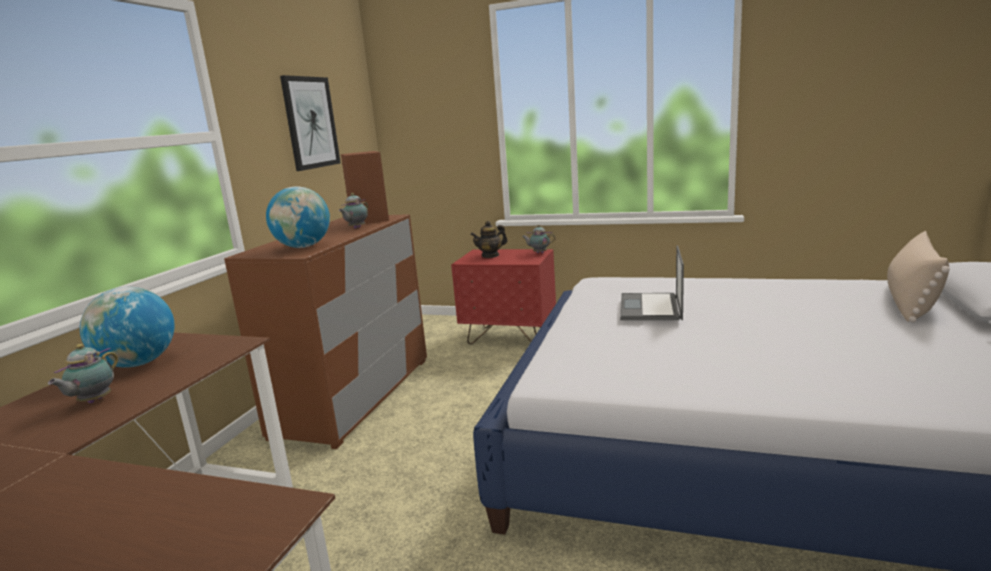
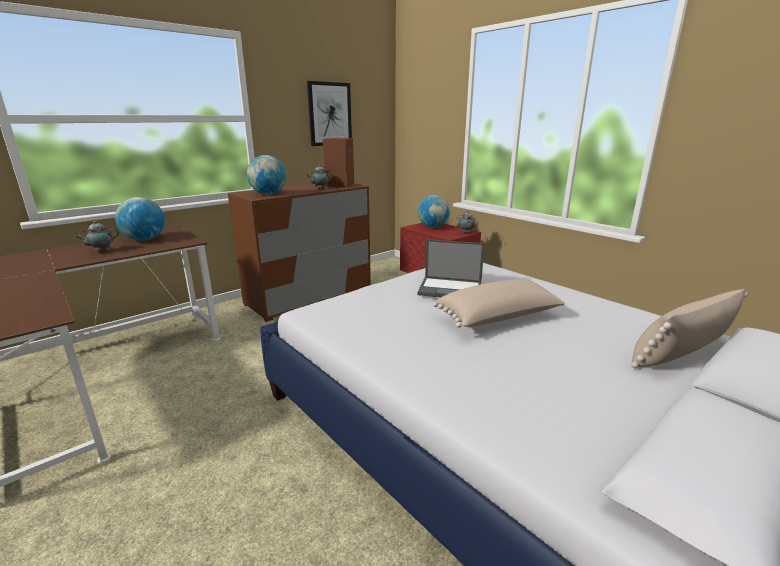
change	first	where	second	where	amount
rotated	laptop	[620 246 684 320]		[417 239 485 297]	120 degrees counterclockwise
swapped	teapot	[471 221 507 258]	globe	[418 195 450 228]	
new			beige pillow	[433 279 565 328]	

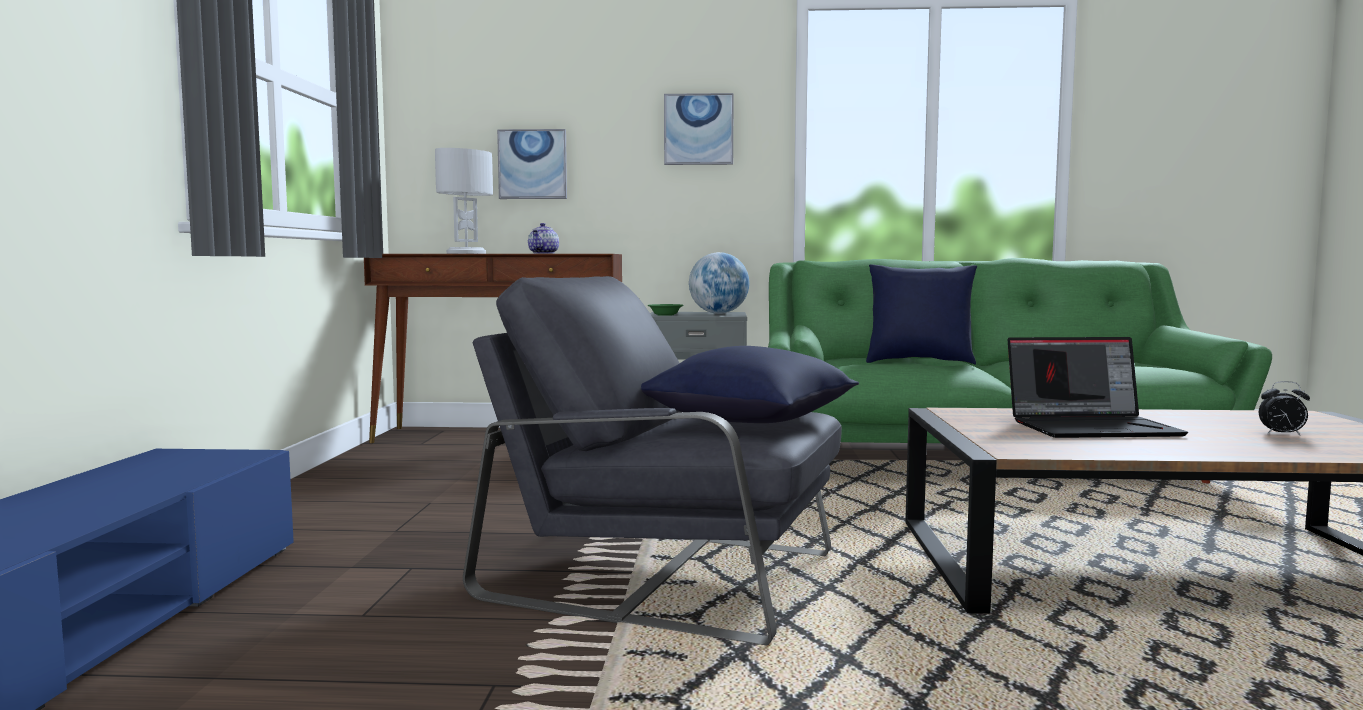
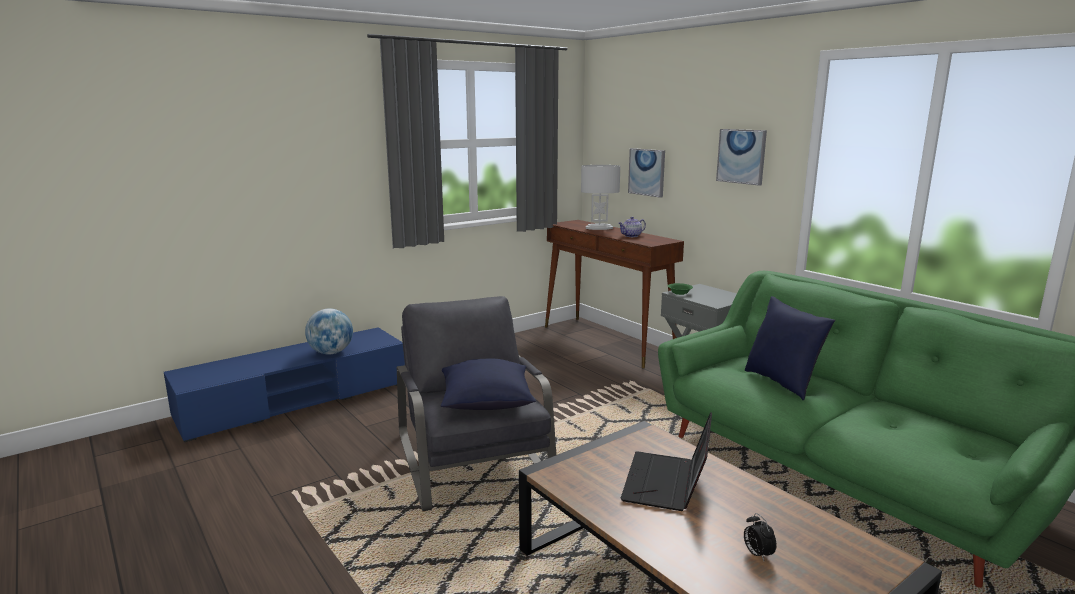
change	first	where	second	where	amount
shifted	globe	[689 252 749 314]		[305 308 353 354]	
rotated	laptop	[1008 337 1188 438]		[621 412 712 511]	60 degrees clockwise

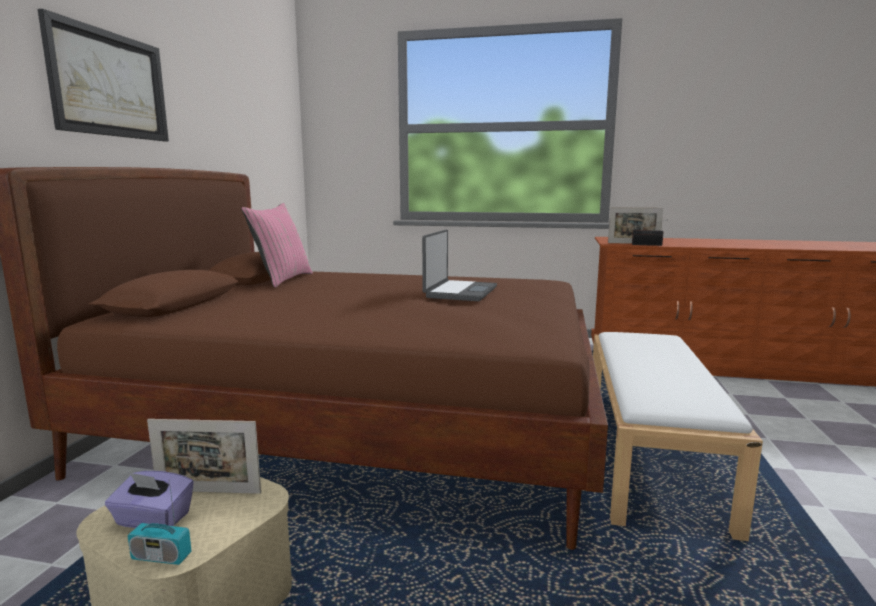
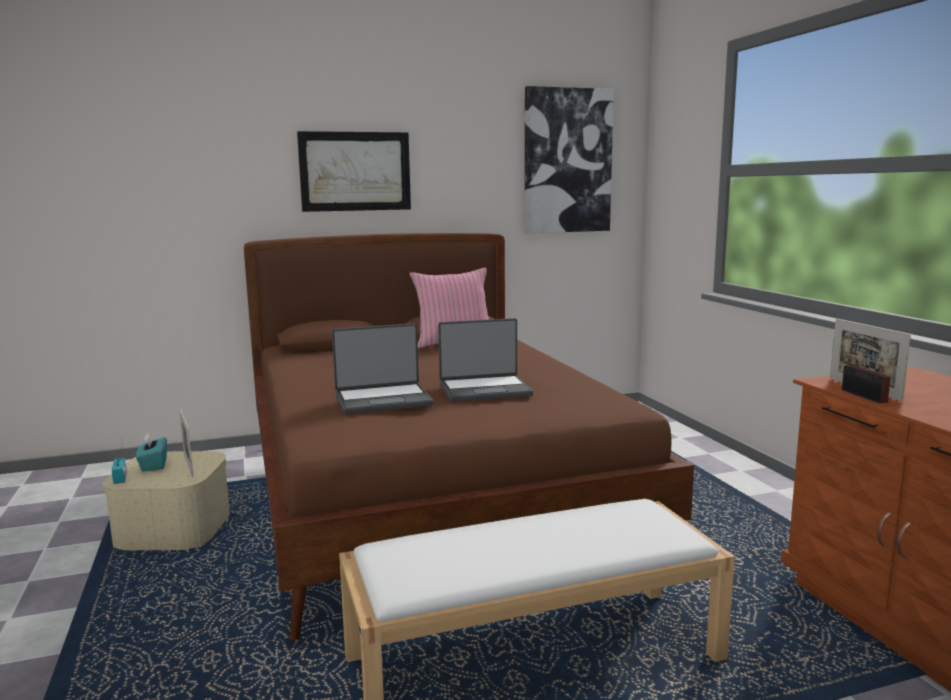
change	first	where	second	where	amount
repainted	purple tissue box	[105 471 194 528]	turquoise tissue box	[136 433 167 471]	
new			laptop	[332 323 433 414]	
new			picture	[525 86 614 233]	

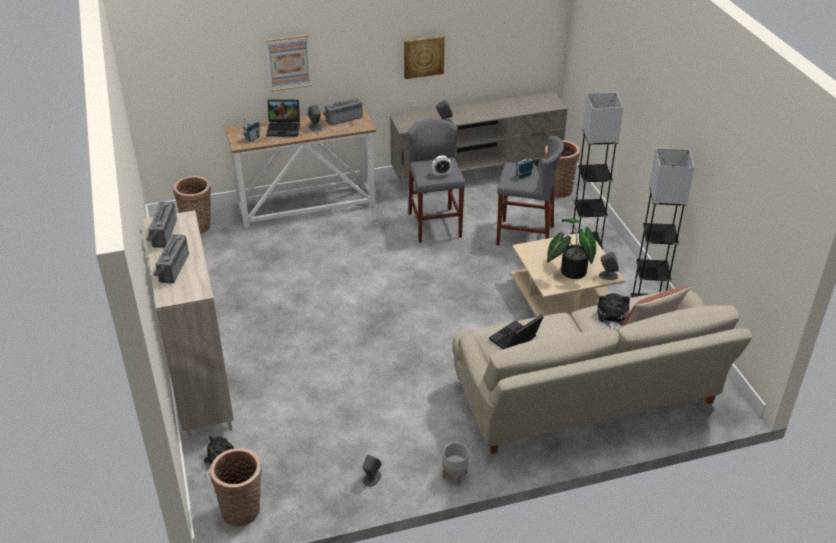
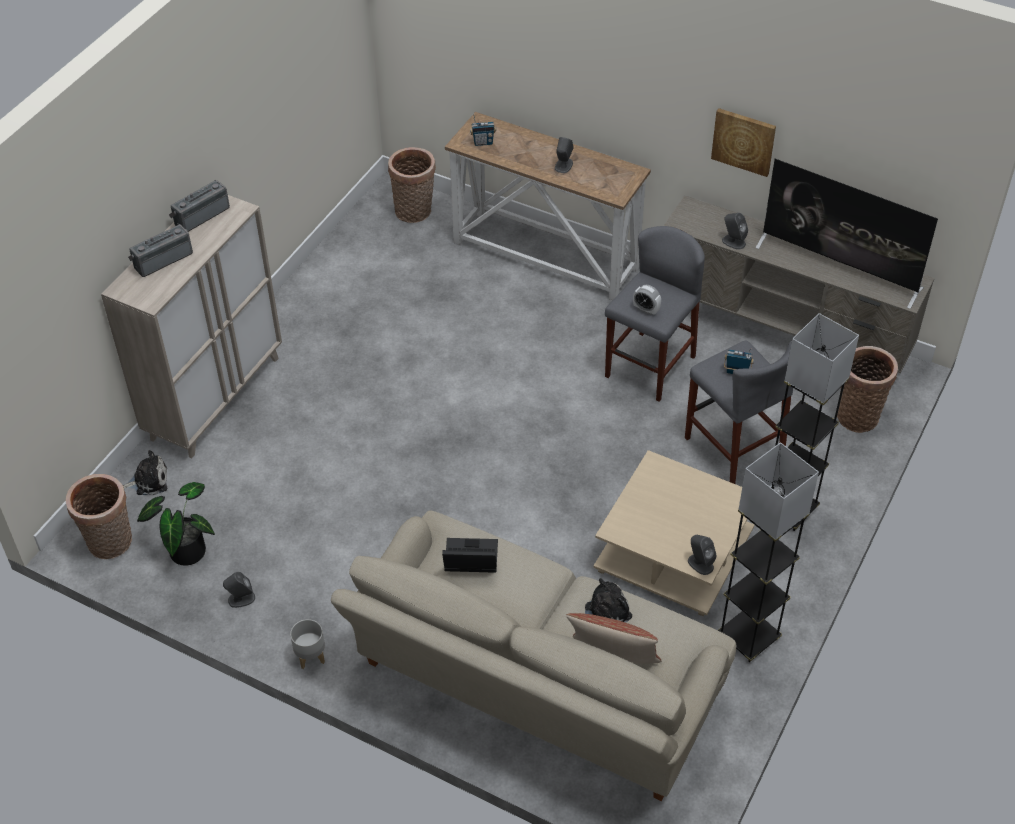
change	first	where	second	where	amount
shifted	potted plant	[547 218 596 279]		[137 482 215 566]	
new			television	[756 159 938 309]	
gone	picture	[266 34 312 92]			
gone	laptop	[266 99 300 137]			
gone	radio	[323 98 363 125]			

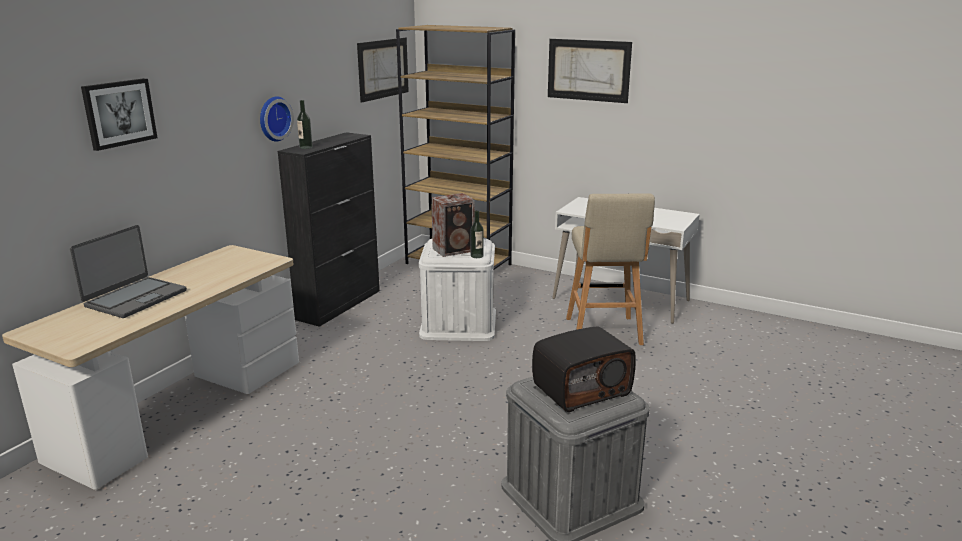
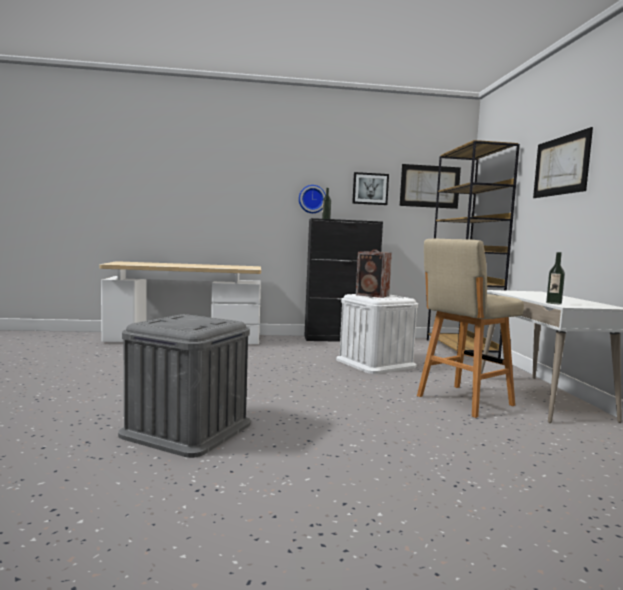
change	first	where	second	where	amount
shifted	picture	[81 78 157 151]		[352 172 389 205]	
shifted	bottle	[470 210 484 258]		[546 252 565 304]	
gone	laptop	[70 225 187 318]			
gone	radio	[532 327 636 412]			

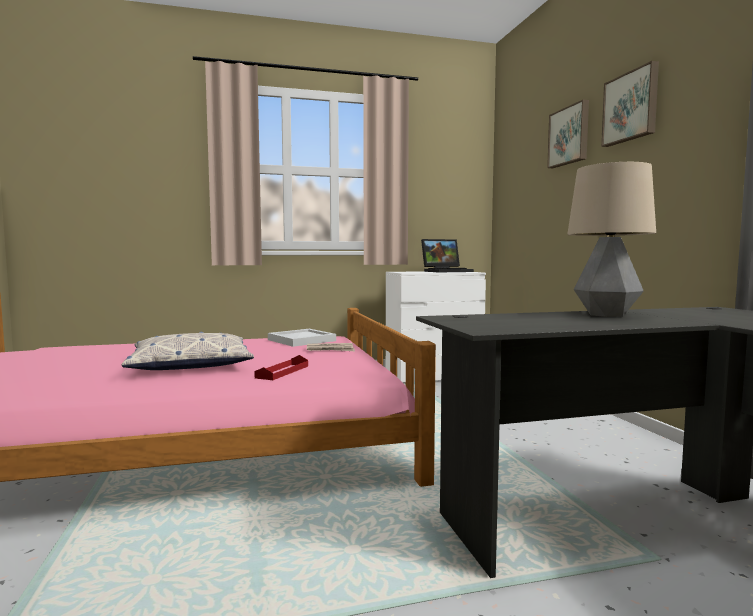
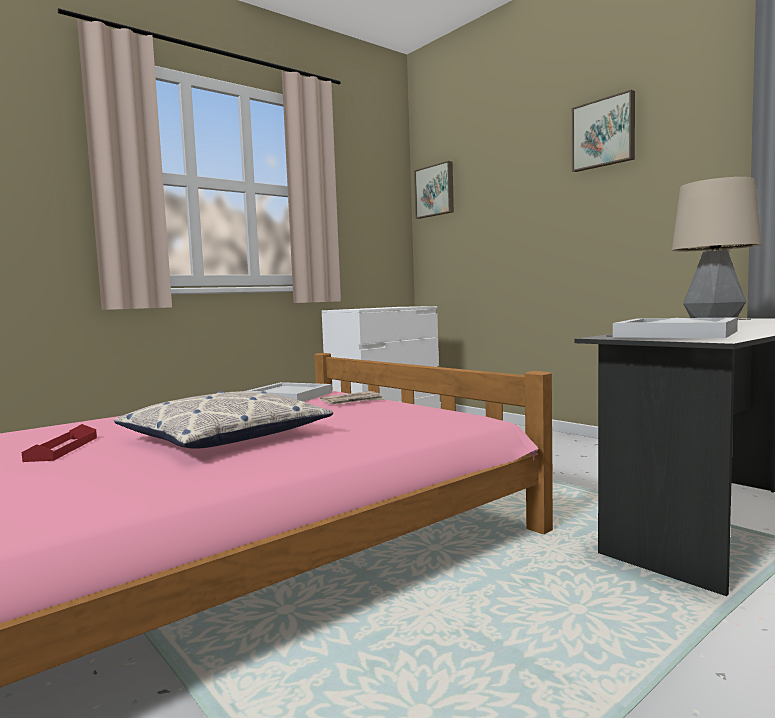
change	first	where	second	where	amount
shifted	red tray	[254 355 308 380]		[22 424 97 462]	
shifted	picture	[547 100 589 168]		[414 161 454 219]	
new			white tray	[613 317 738 338]	
gone	laptop	[421 239 474 272]			

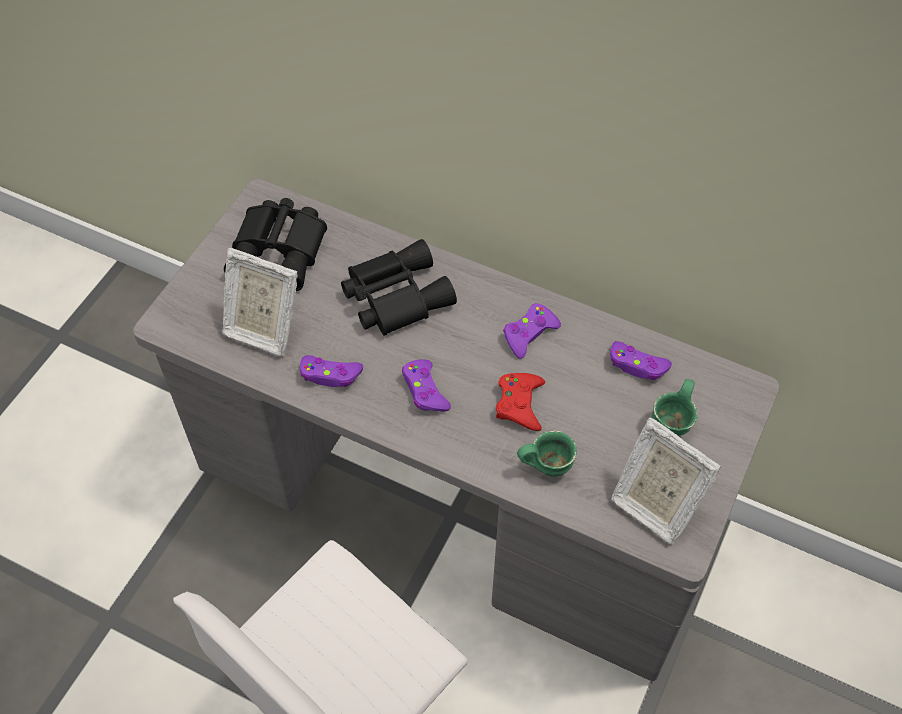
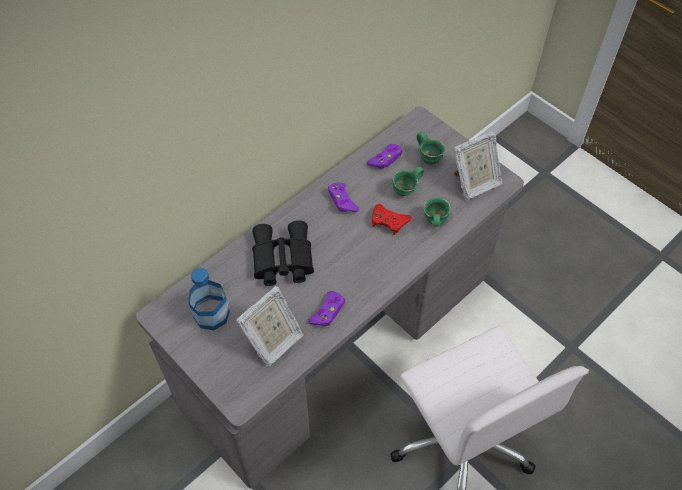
change	first	where	second	where	amount
swapped	black binoculars	[224 198 327 291]	bottle	[188 268 230 330]	
new			green mug	[392 166 424 196]	
gone	purple game controller	[402 359 451 412]			

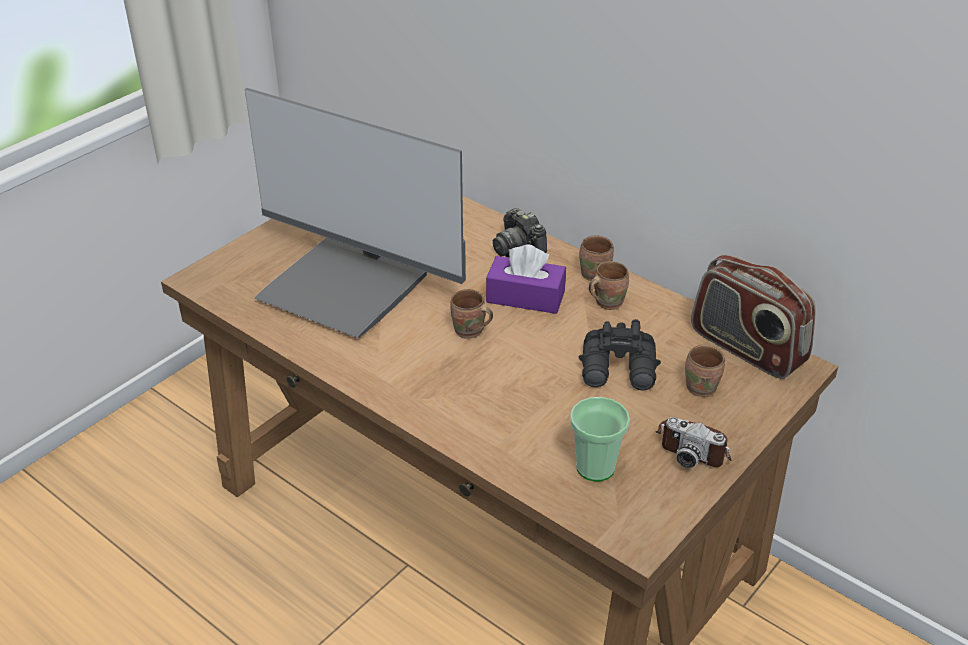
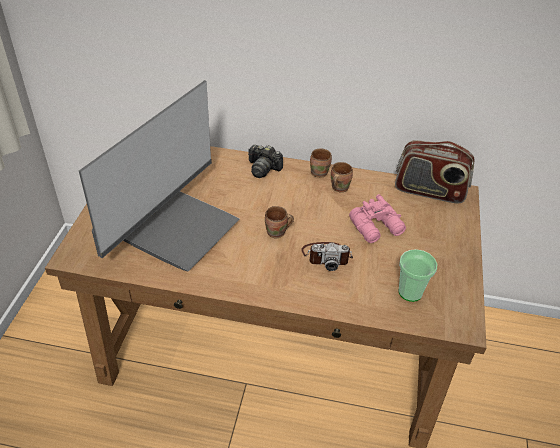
change	first	where	second	where	amount
rotated	monitor	[245 88 466 338]		[79 80 240 272]	60 degrees counterclockwise
shifted	photo camera	[655 417 731 468]		[302 242 353 271]	
repainted	black binoculars	[579 319 661 390]	pink binoculars	[349 194 406 243]	
gone	purple tissue box	[486 244 566 314]			
gone	brown mug	[685 345 725 397]			

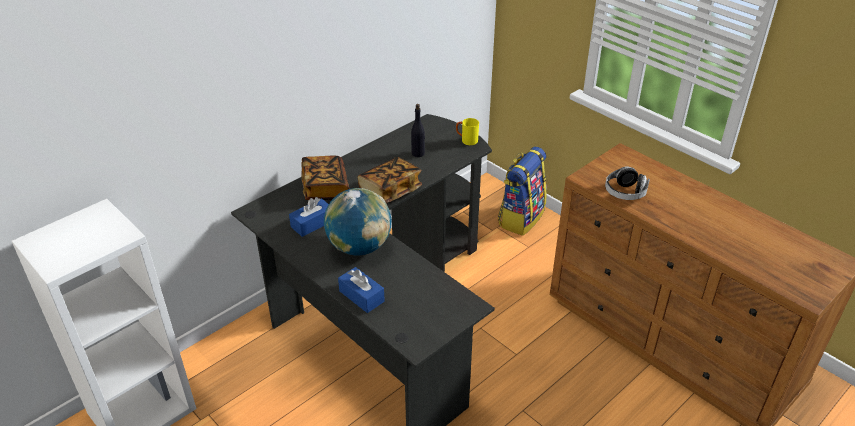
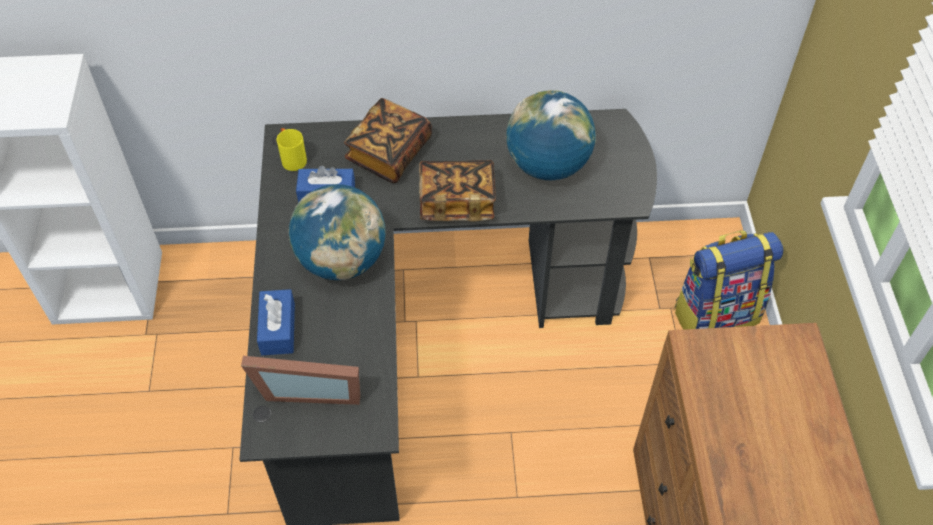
change	first	where	second	where	amount
new			picture frame	[241 356 361 405]	
shifted	yellow mug	[456 118 479 145]		[277 128 307 171]	
swapped	black bottle	[411 104 425 157]	globe	[506 90 596 180]	
gone	headphones	[605 166 650 200]			

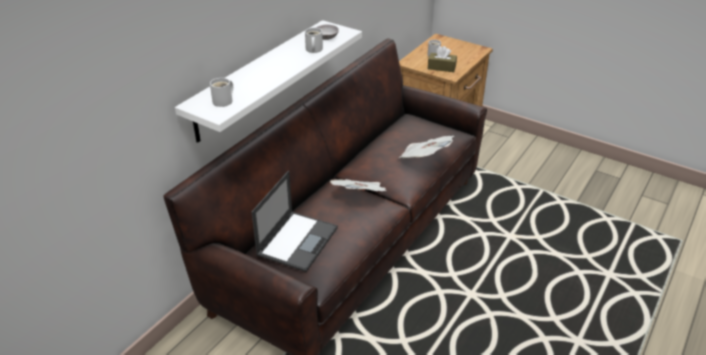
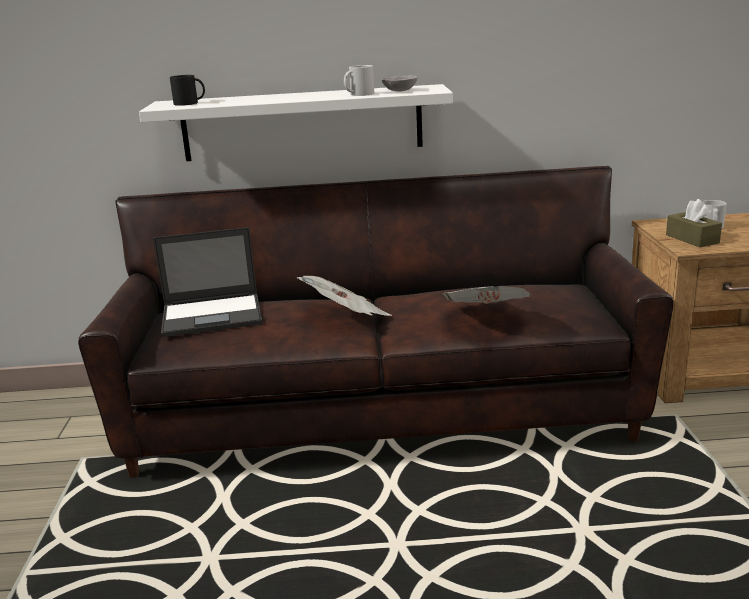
change	first	where	second	where	amount
repainted	white mug	[210 78 233 107]	black mug	[170 75 205 106]	

